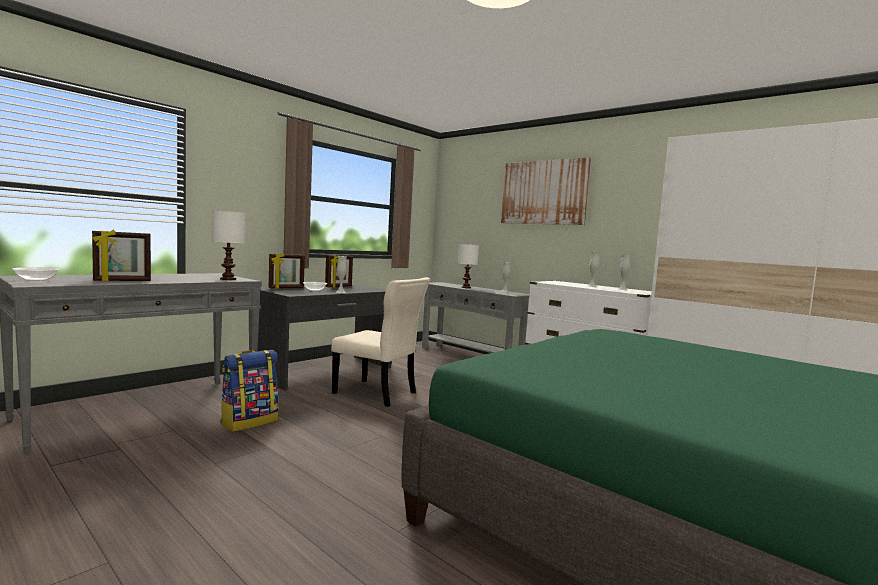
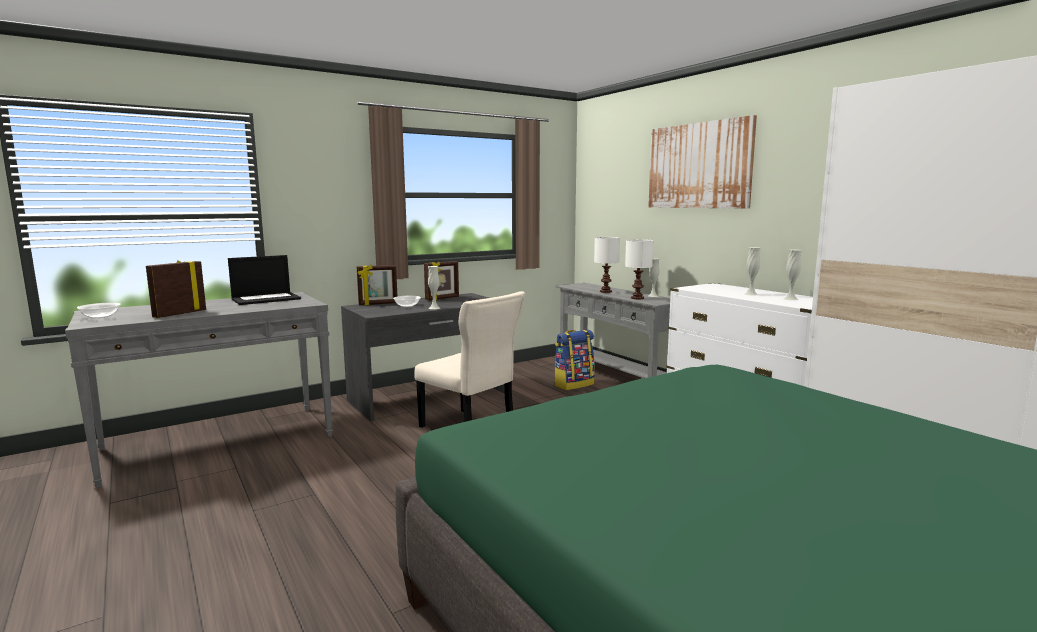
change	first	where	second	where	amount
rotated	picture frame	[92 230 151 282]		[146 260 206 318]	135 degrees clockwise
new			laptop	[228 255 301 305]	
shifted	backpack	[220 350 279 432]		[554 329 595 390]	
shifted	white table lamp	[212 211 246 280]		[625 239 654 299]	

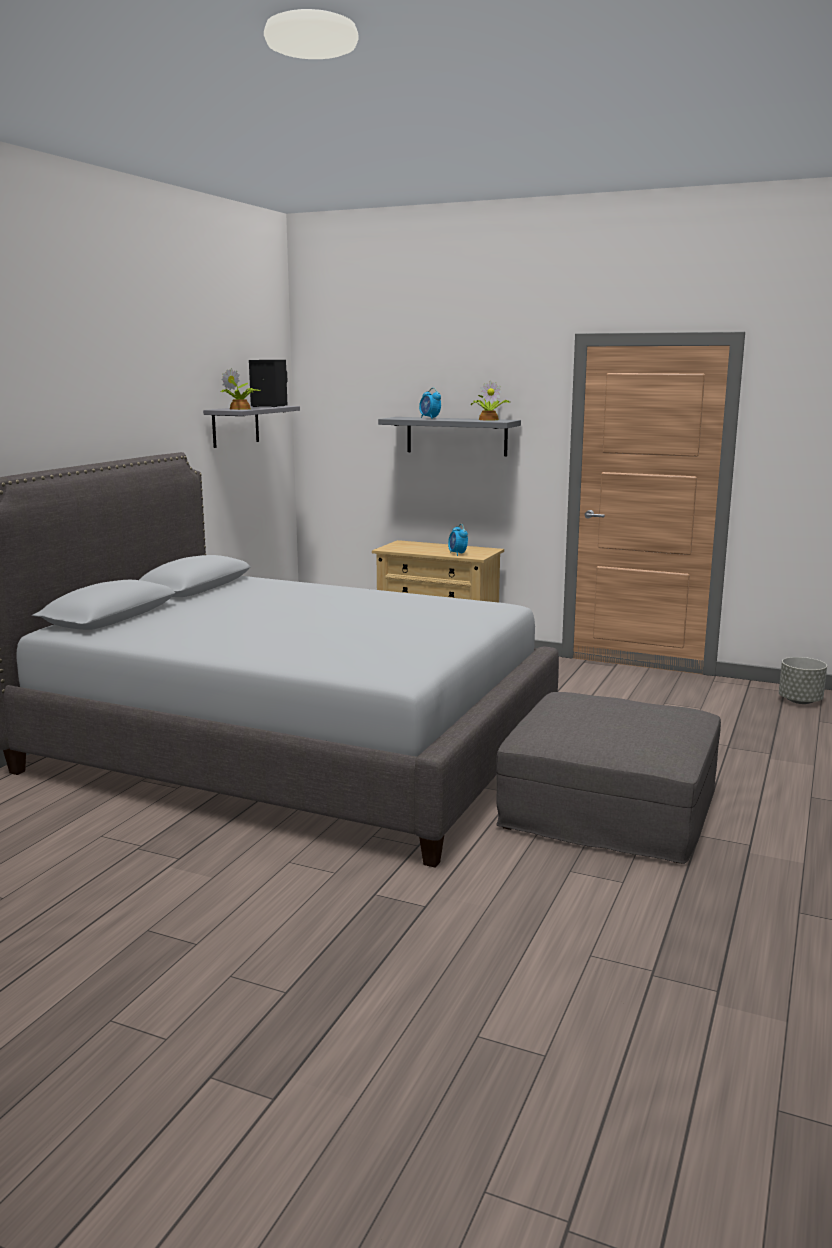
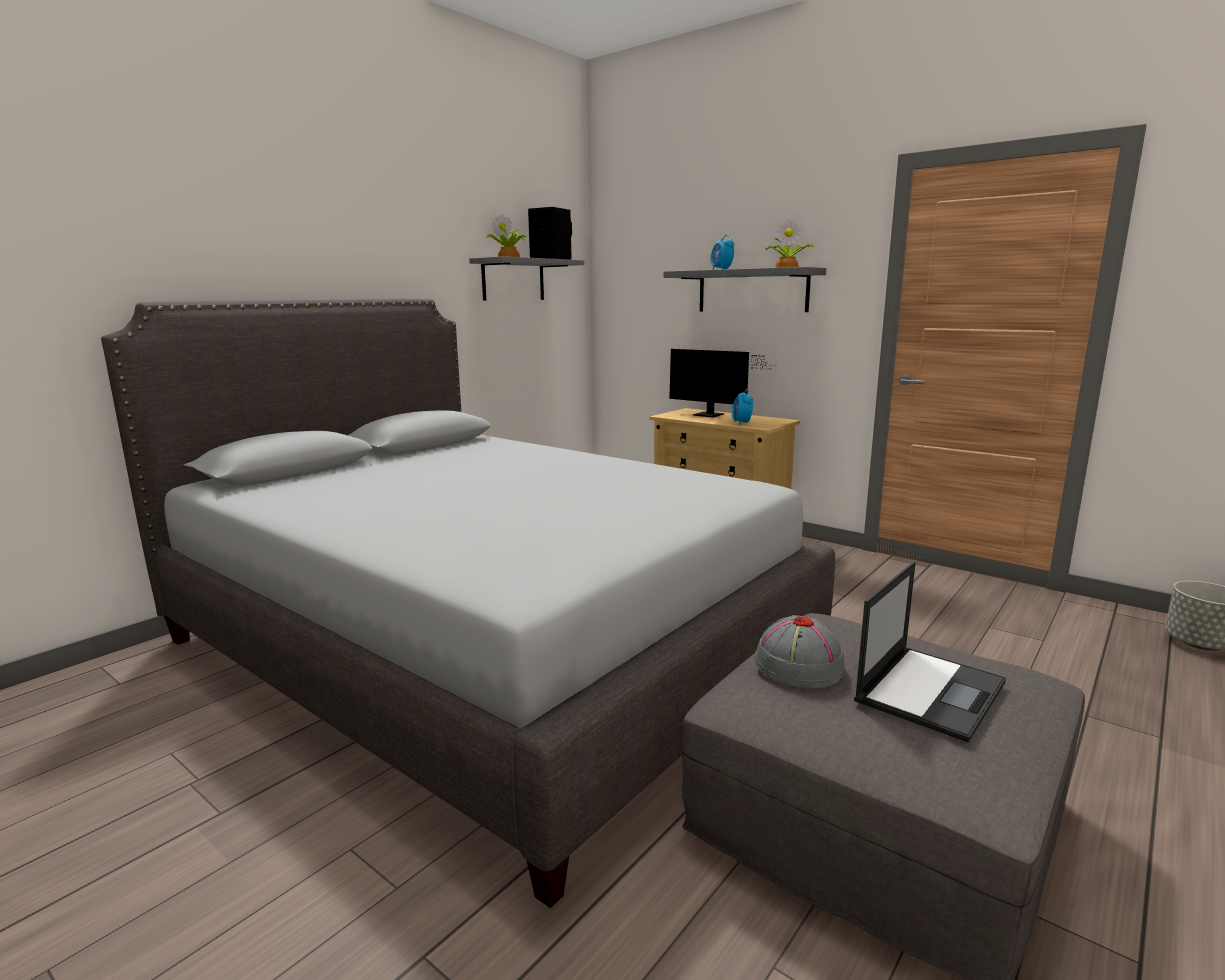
change	first	where	second	where	amount
new			monitor	[669 349 774 418]	
new			grey hat	[755 615 845 688]	
new			laptop	[854 561 1006 743]	

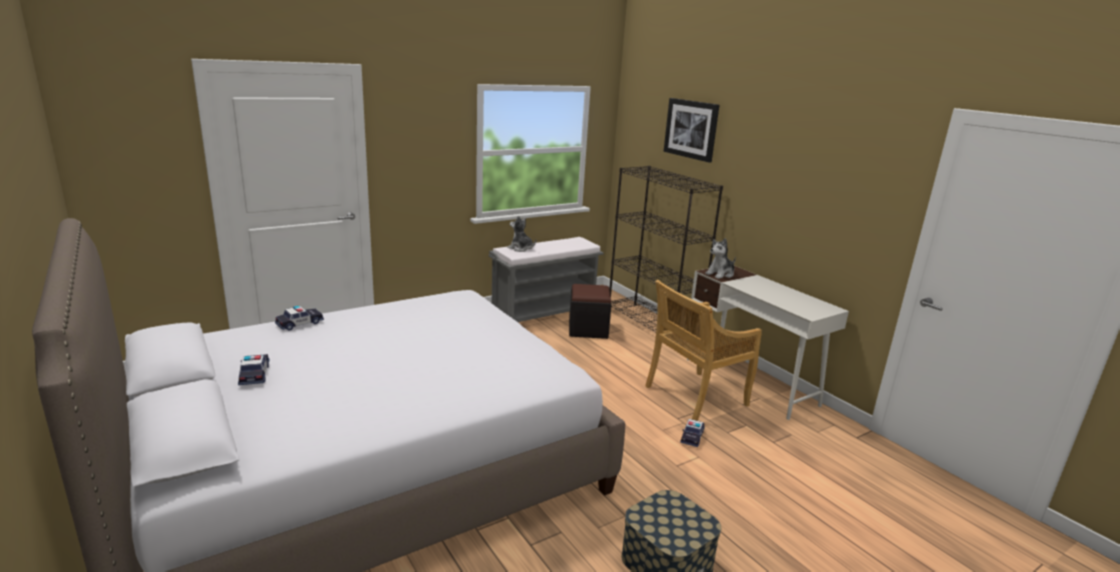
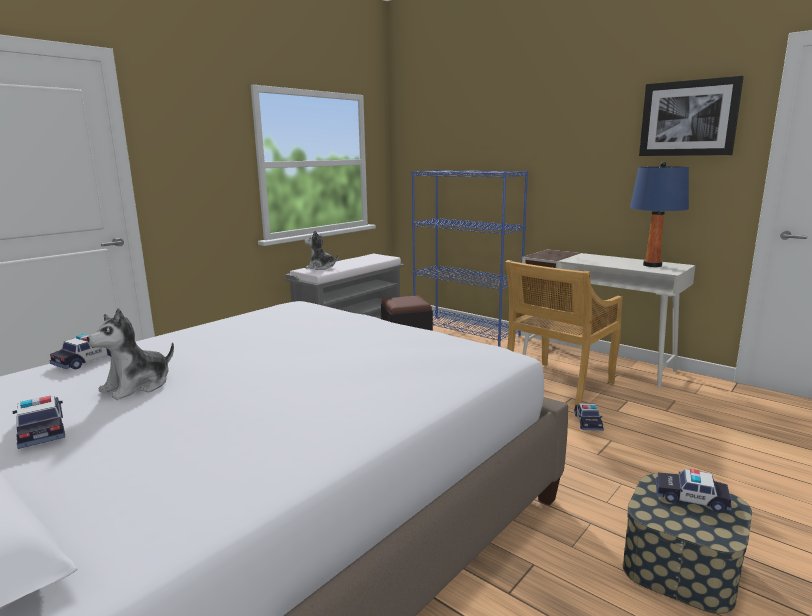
change	first	where	second	where	amount
shifted	plush toy	[705 238 736 279]		[87 308 174 400]	
repainted	black bookcase	[609 166 723 332]	blue bookcase	[411 170 528 347]	
new			blue table lamp	[630 162 689 267]	
shifted	picture	[664 98 719 163]		[639 76 744 156]	
new			toy car	[656 469 732 512]	

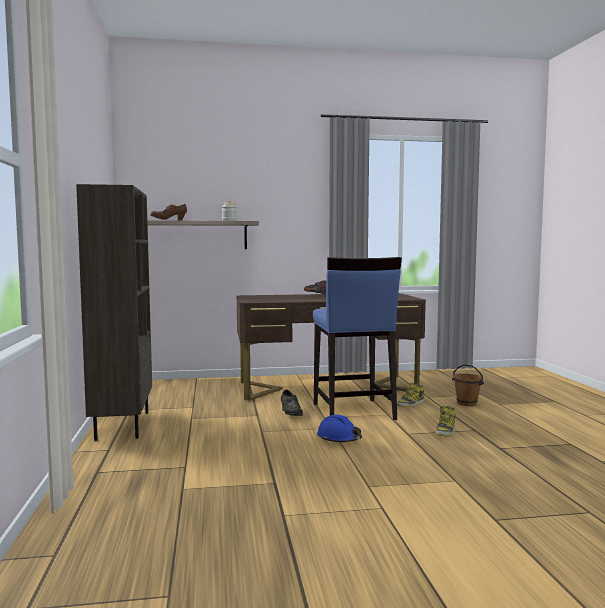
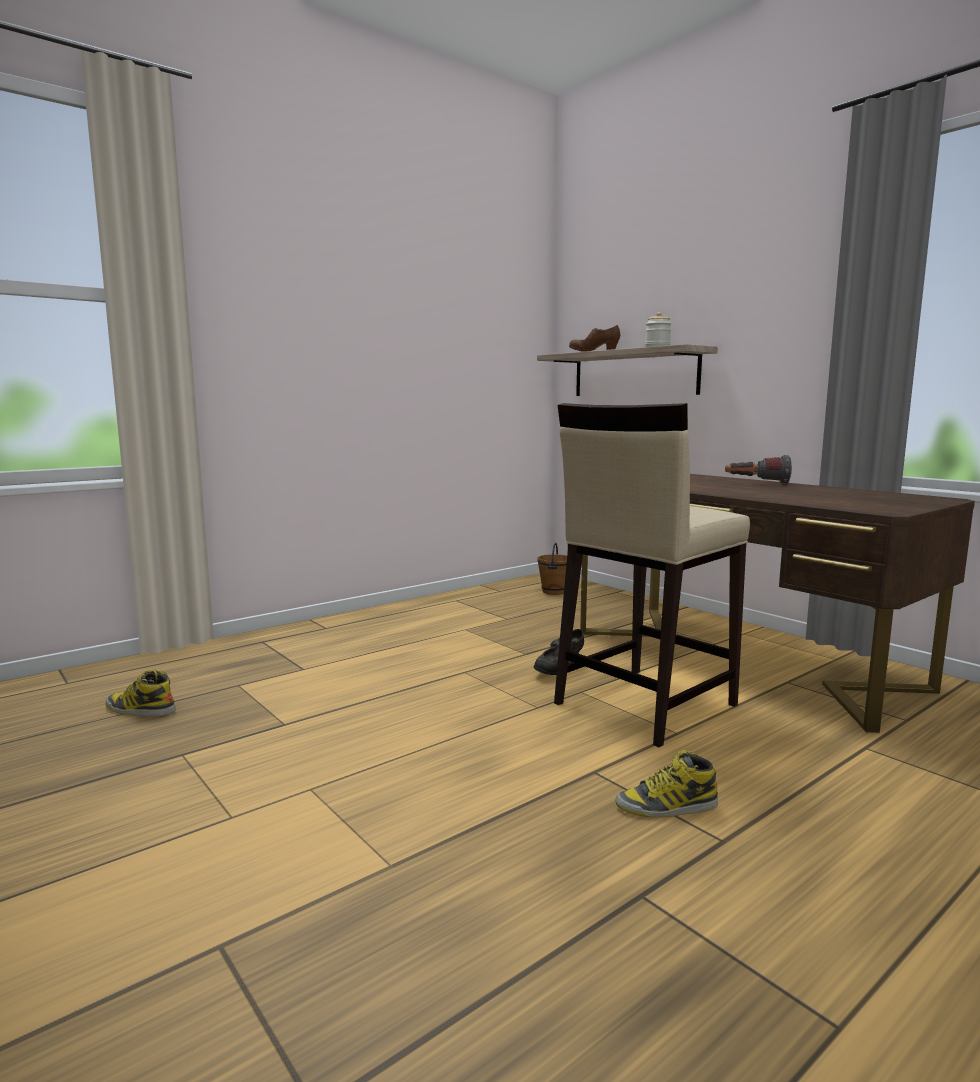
change	first	where	second	where	amount
shifted	boot	[397 383 425 407]		[105 670 176 717]	
shifted	brown bucket	[452 364 484 406]		[537 542 567 595]	
repainted	blue stool	[313 257 402 420]	beige stool	[554 403 750 747]	
gone	brown bookcase	[76 184 152 441]			
gone	blue hard hat	[317 415 362 442]			

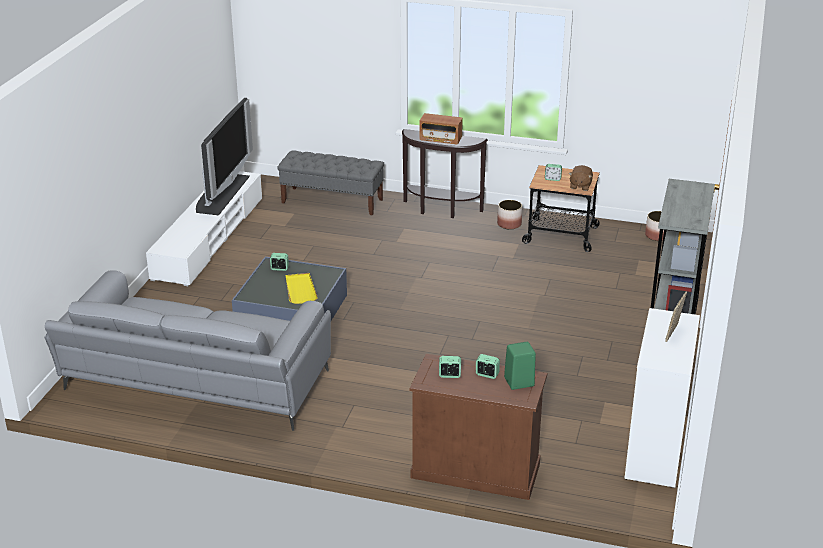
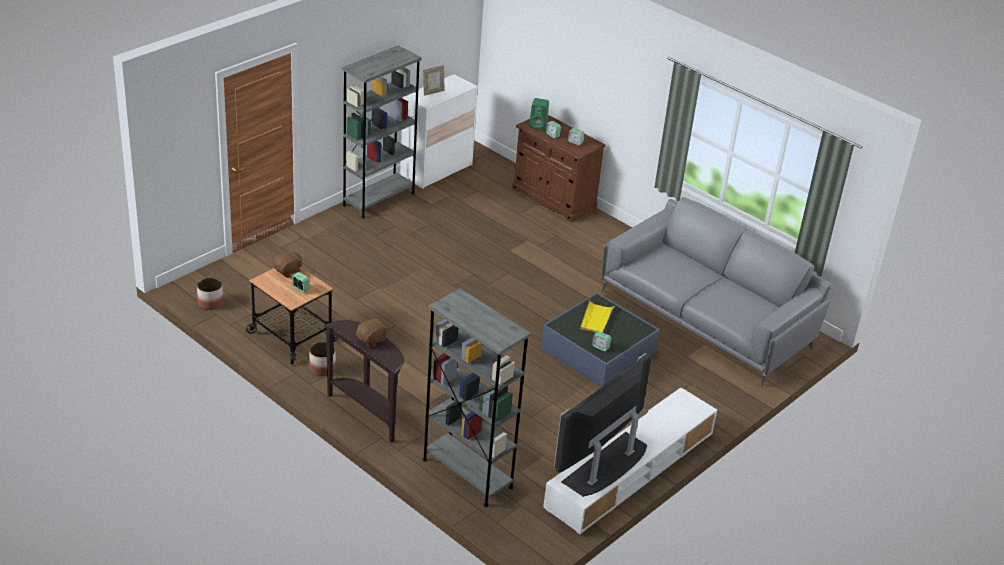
change	first	where	second	where	amount
swapped	radio	[419 113 463 144]	brown plush toy	[356 316 388 348]	
swapped	grey bench	[277 150 384 216]	grey bookcase	[422 288 531 507]	

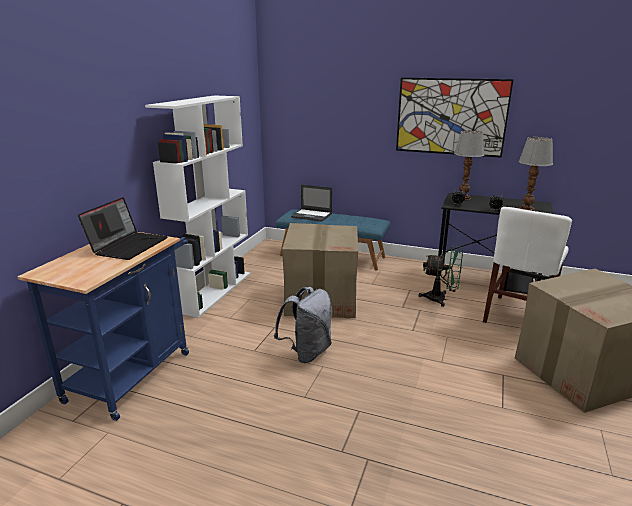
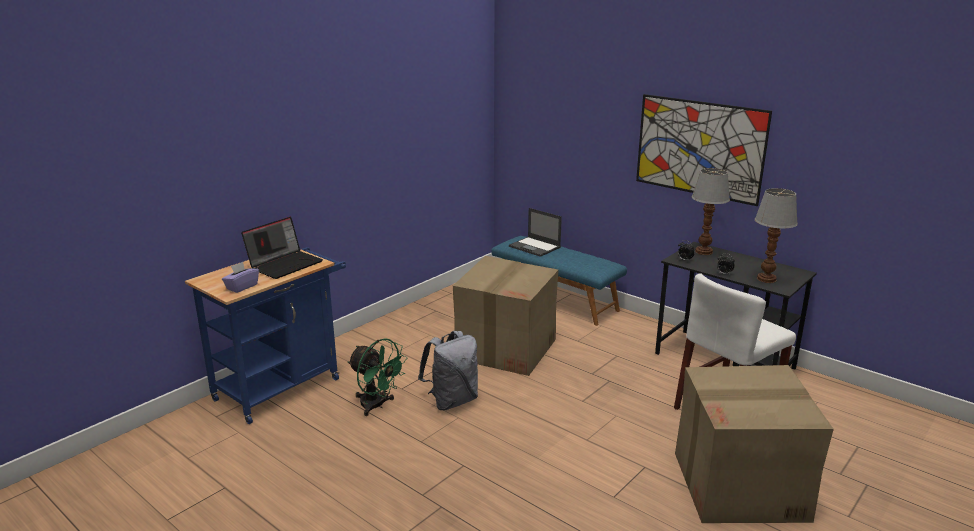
change	first	where	second	where	amount
new			purple tissue box	[222 262 259 293]	
shifted	green fan	[419 246 463 307]		[348 338 408 416]	
gone	white bookcase	[145 95 250 318]			

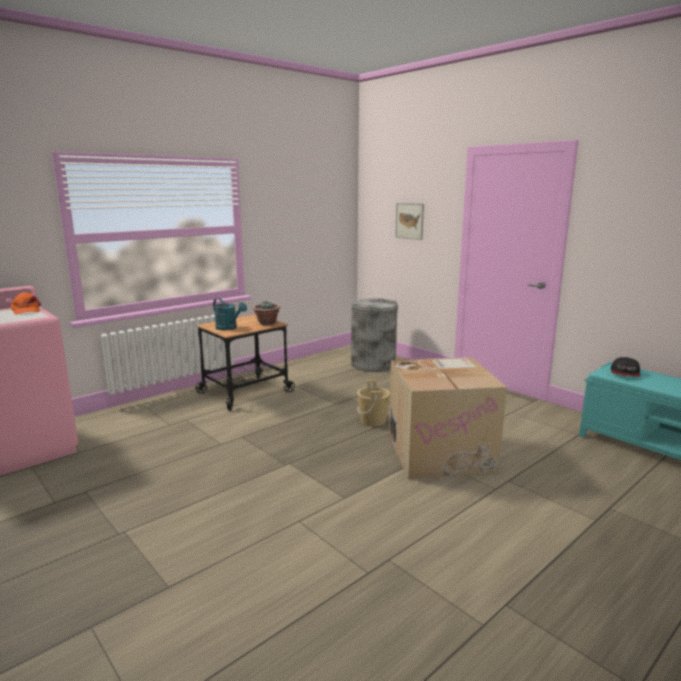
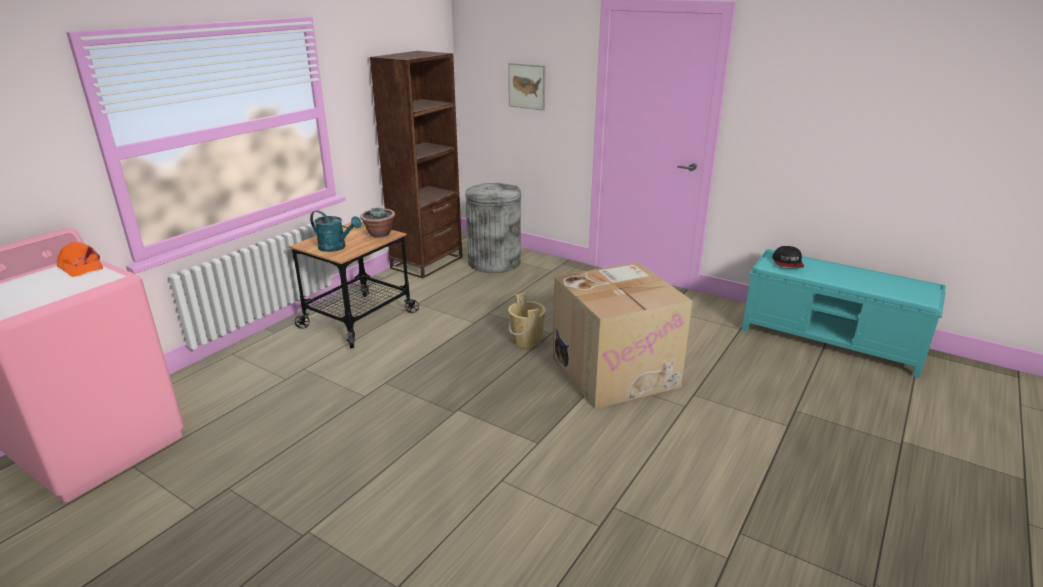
change	first	where	second	where	amount
new			brown bookcase	[370 51 463 278]	

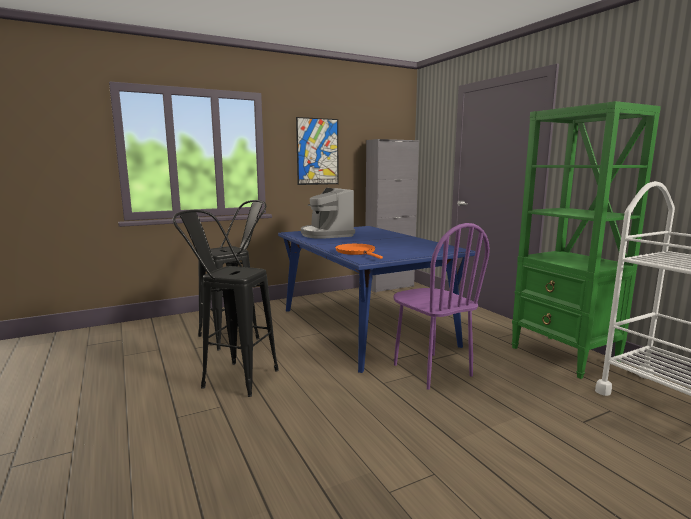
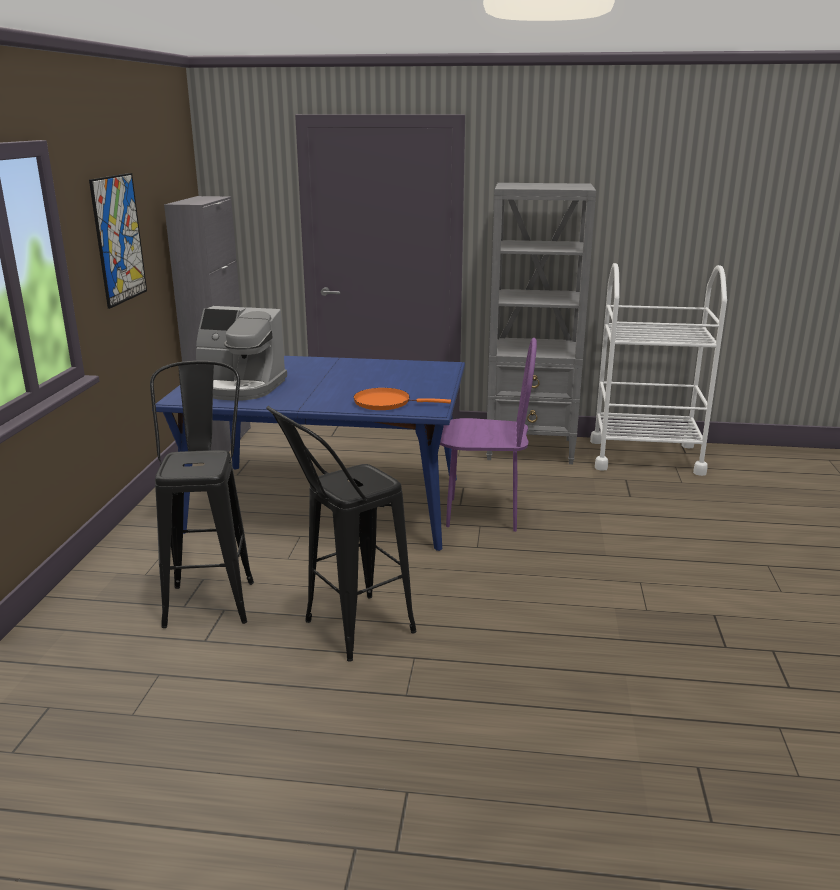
change	first	where	second	where	amount
repainted	green bookcase	[512 101 661 379]	grey bookcase	[486 183 596 464]	

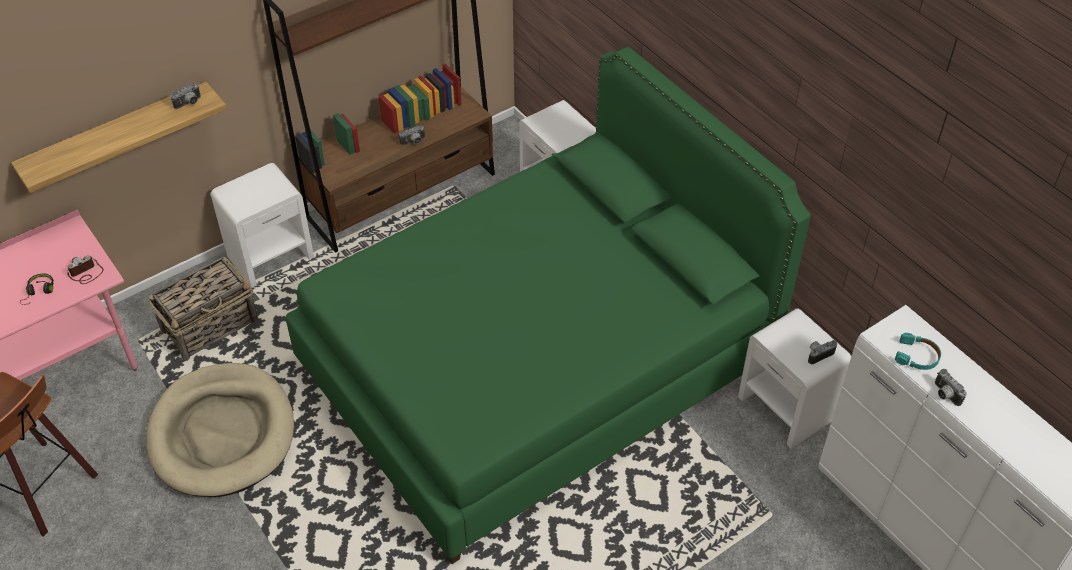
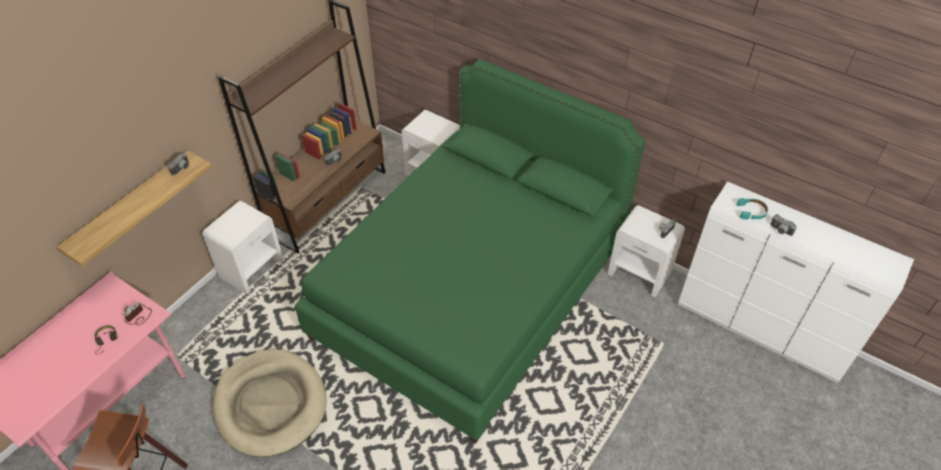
change	first	where	second	where	amount
gone	basket	[148 257 258 361]			

